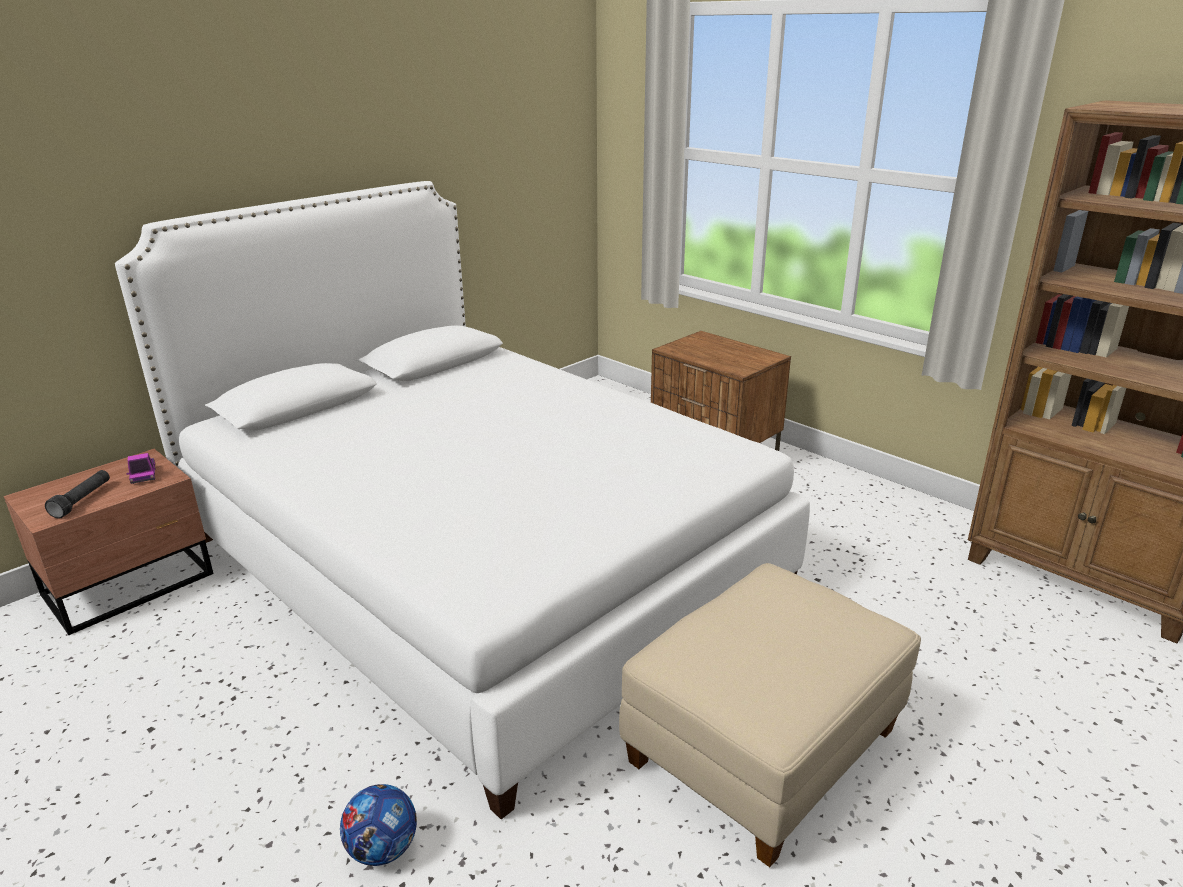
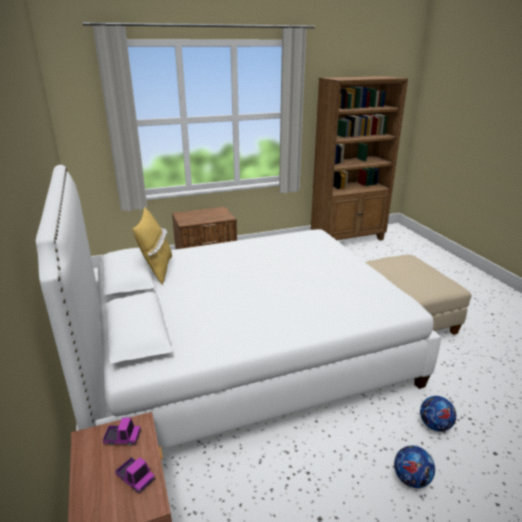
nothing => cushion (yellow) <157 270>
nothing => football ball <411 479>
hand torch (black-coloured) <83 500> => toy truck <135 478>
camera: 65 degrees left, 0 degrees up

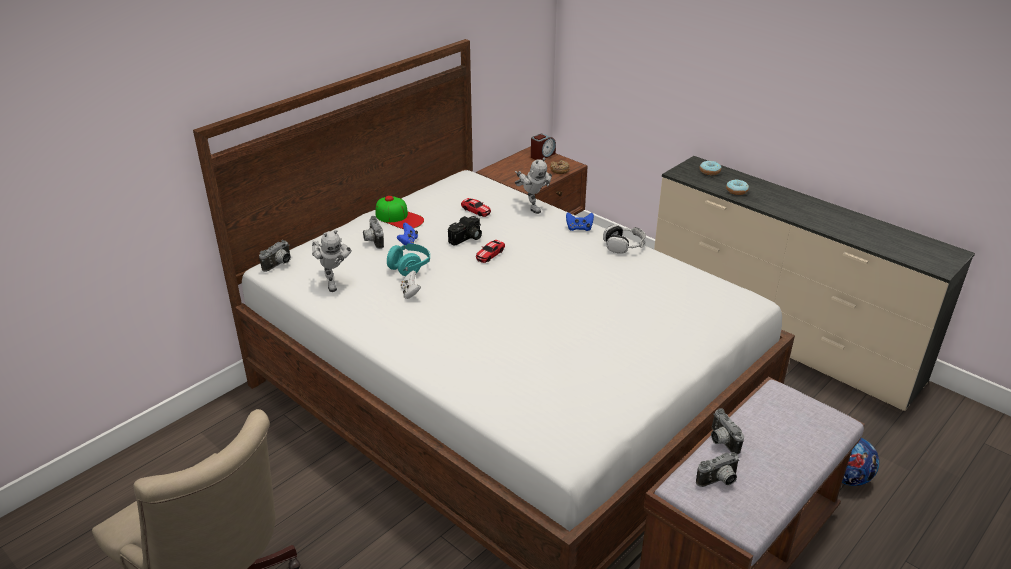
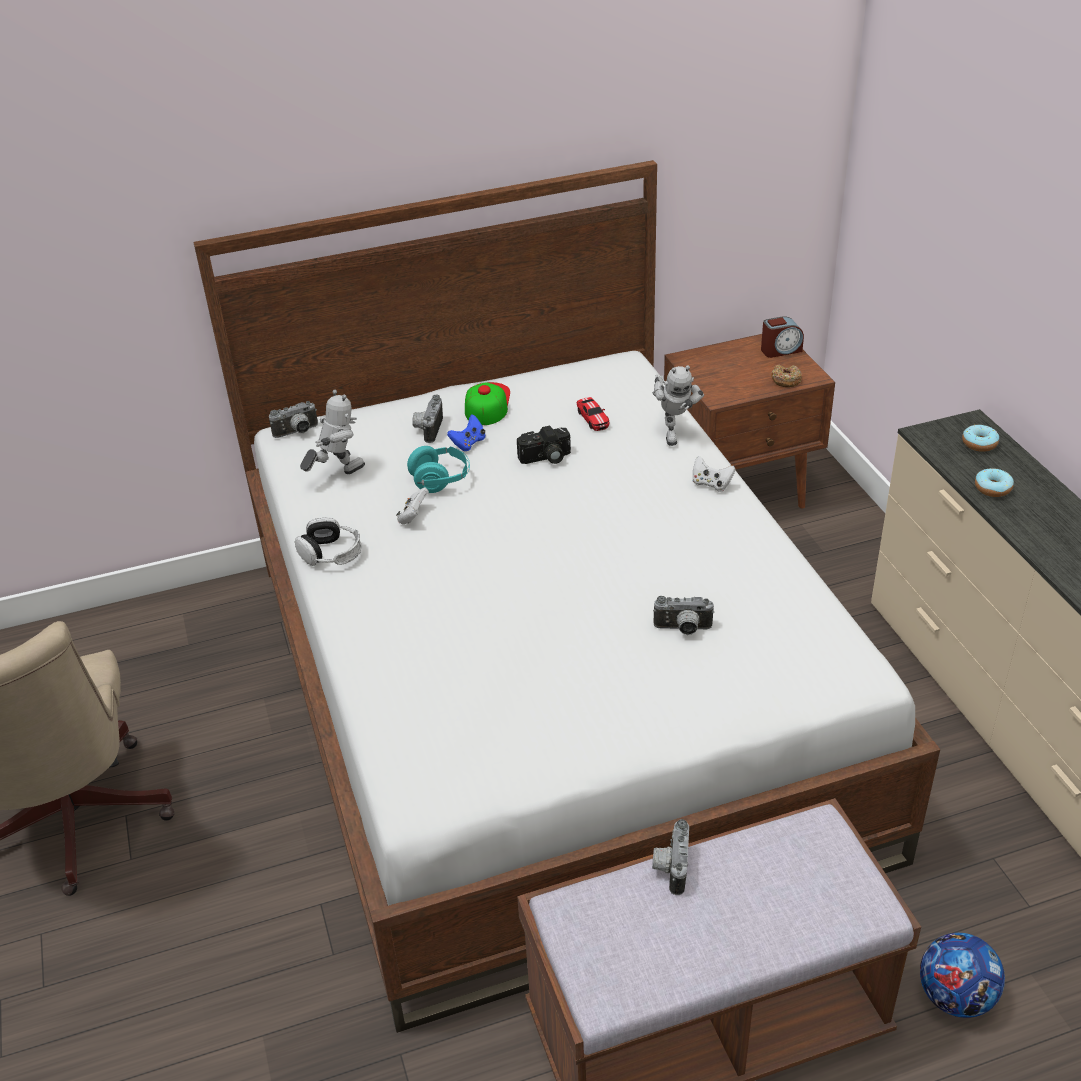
model car <490 254> => nothing
headphones <624 245> => headphones <331 553>, shifted
still camera <719 481> => still camera <683 630>, shifted
joypad (blue) <579 228> => joypad (white) <711 484>
toy robot <333 282> => toy robot <337 474>, 135 degrees counterclockwise
baseball cap <399 217> => baseball cap <486 403>, 150 degrees counterclockwise
camera: 30 degrees right, 5 degrees up

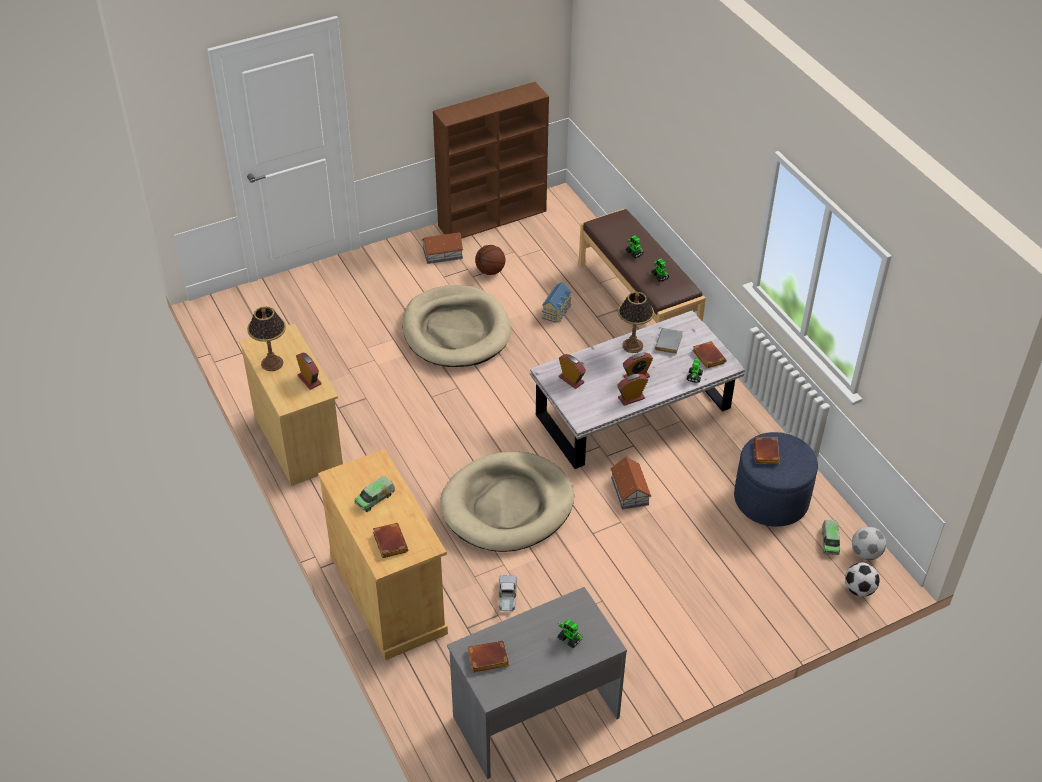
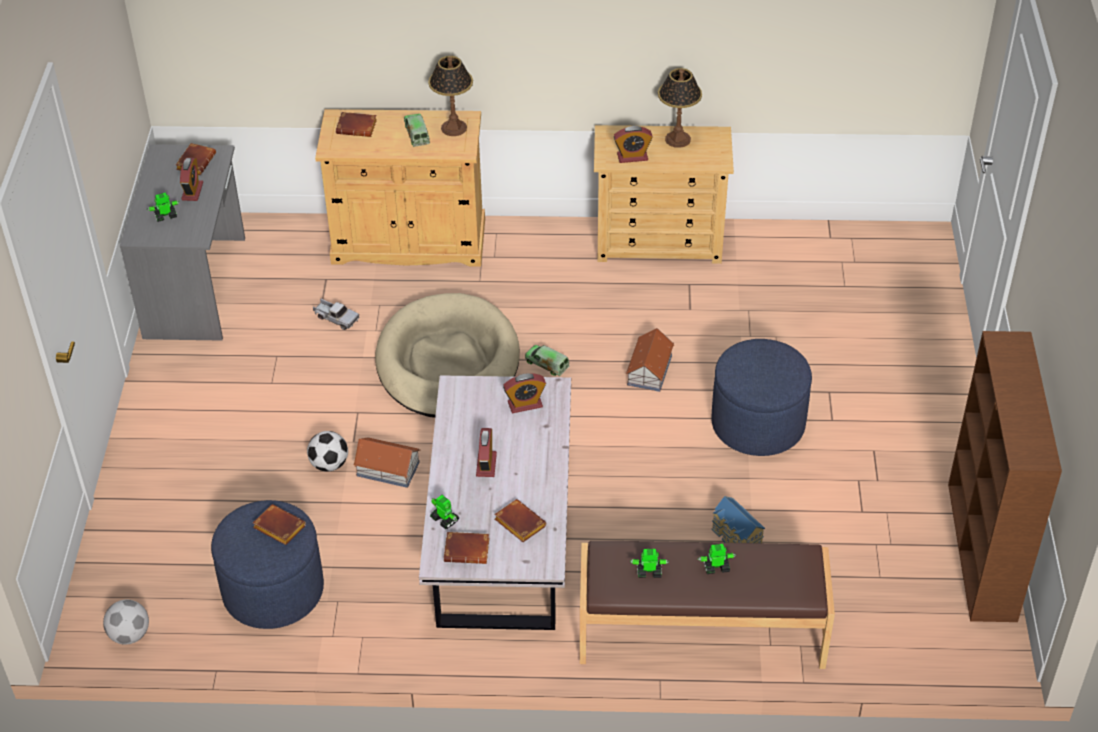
basketball <490 271> => nothing
toy house <443 254> => toy house <649 370>, shifted
bedside clock <631 398> => bedside clock <192 191>, shifted
lamp for a table <633 346> => lamp for a table <453 128>, shifted
toy truck <830 542> => toy truck <547 364>, shifted
football ball <859 589> => football ball <329 464>, shifted
pet bed (beige-coloured) <456 330> => ottoman (blue) <758 423>
bound book (grey) <669 344> => bound book (brown) <518 523>
camera: 120 degrees right, 0 degrees up

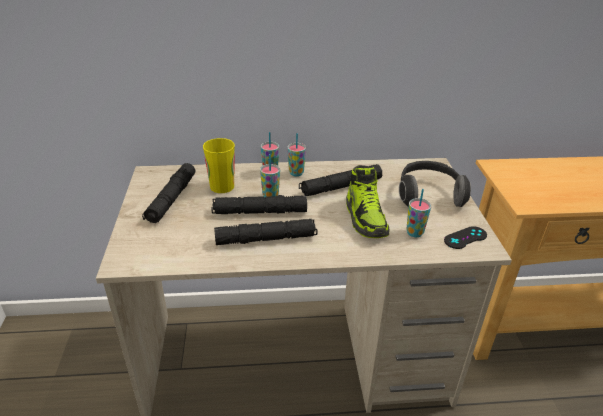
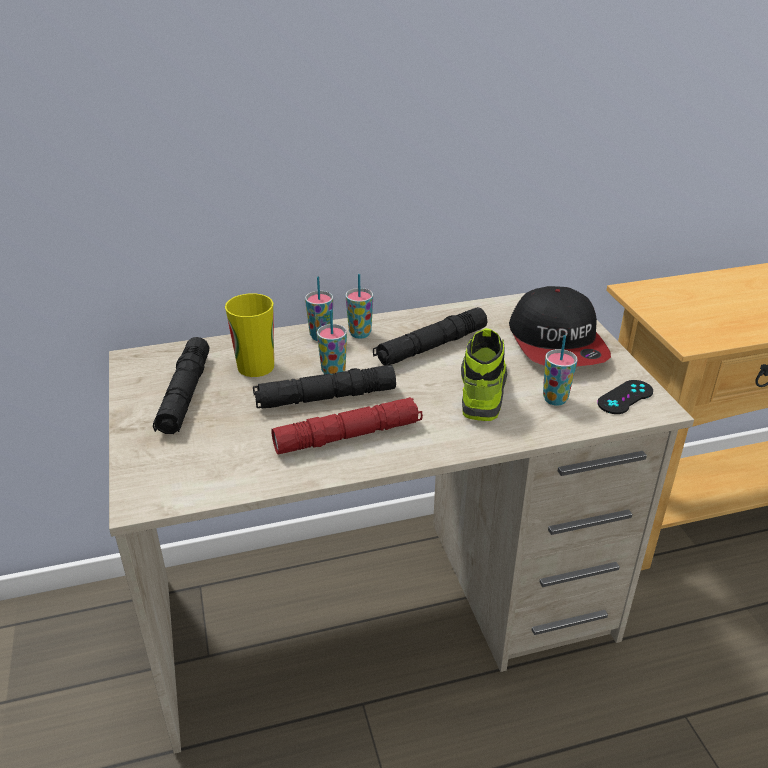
headphones <428 195> => baseball cap <557 343>
hand torch (black-coloured) <266 239> => hand torch (reddish) <348 436>
shoe <365 218> => shoe <481 388>, 150 degrees counterclockwise
camera: 10 degrees left, 0 degrees up

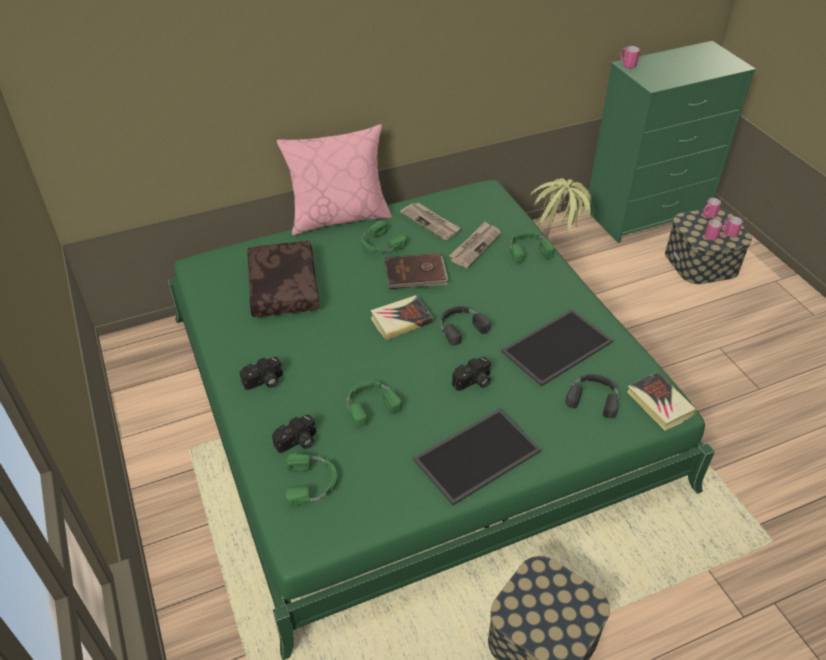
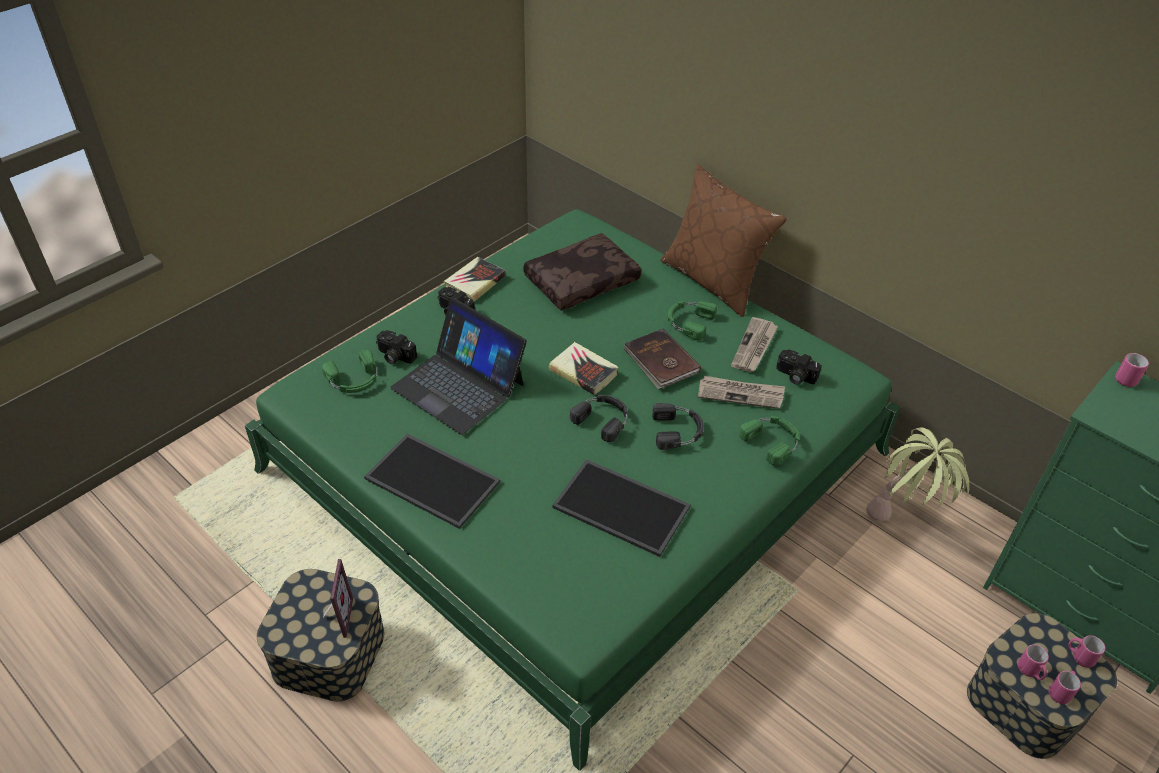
nothing => standing frame <336 617>
still camera <473 382> => still camera <794 376>, shifted
headphones (black-coloured) <593 397> => headphones (black-coloured) <678 430>, shifted
bound book <659 404> => bound book <475 283>, shifted
headphones (green) <370 404> => laptop <459 385>
cushion (pink) <339 217> => cushion (brown) <713 281>
camera: 65 degrees right, 0 degrees up

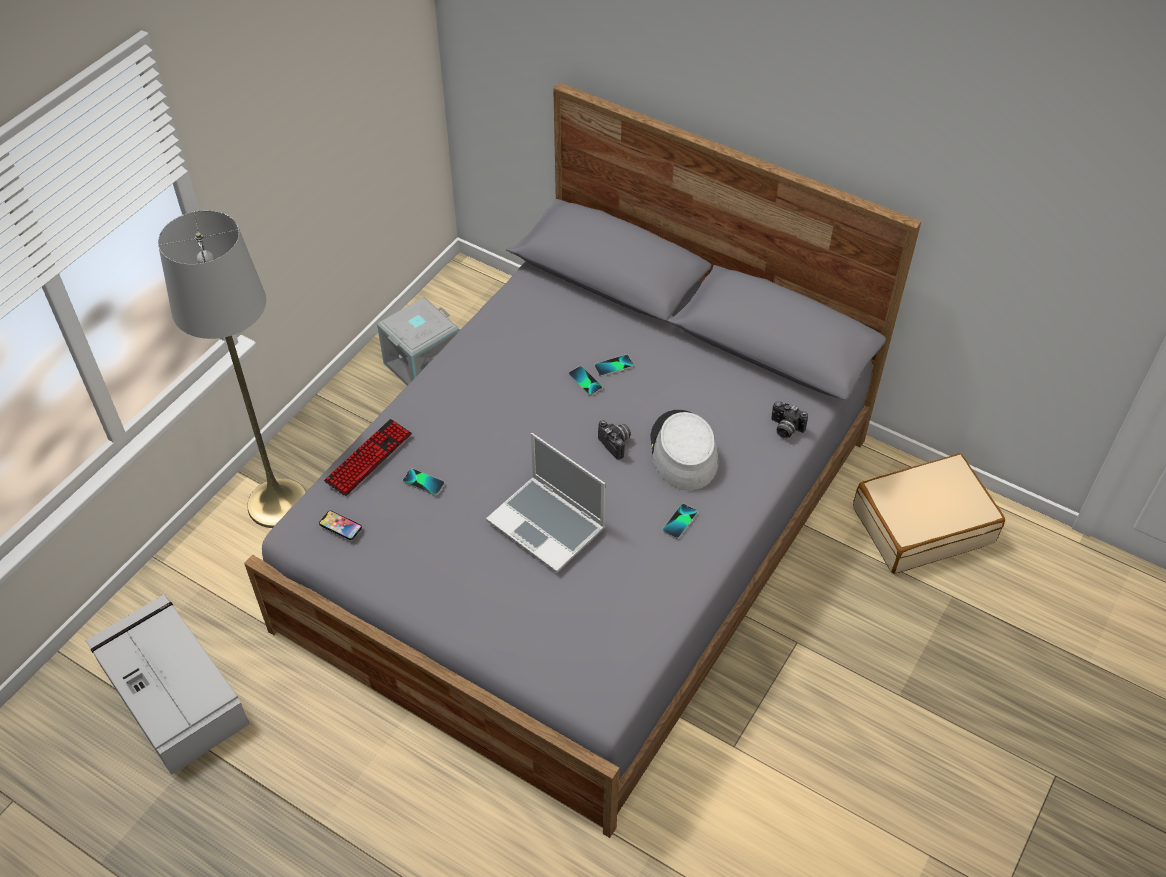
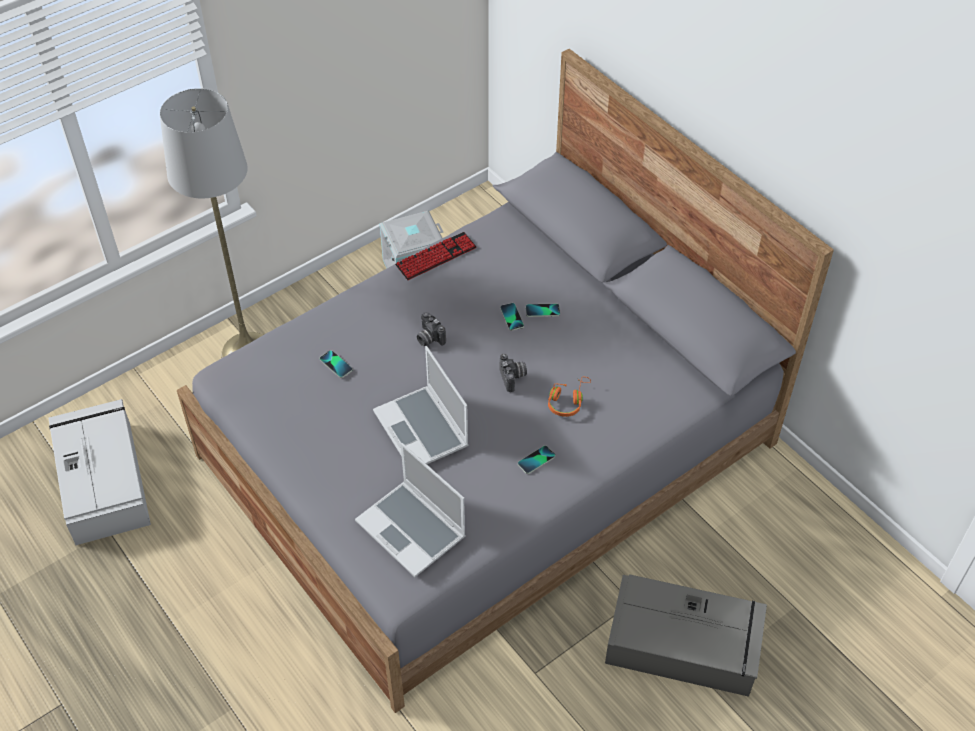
handset <340 526> => nothing
piece of luggage (beige-coloured) <922 524> => nothing
nothing => laptop <413 529>
nothing => storage container (grey) <685 645>
keyboard <368 458> => keyboard <436 257>, shifted
still camera <785 429> => still camera <429 338>, shifted
wearable hat (grey) <683 451> => headphones (orangey) <568 401>
camera: 20 degrees right, 0 degrees up

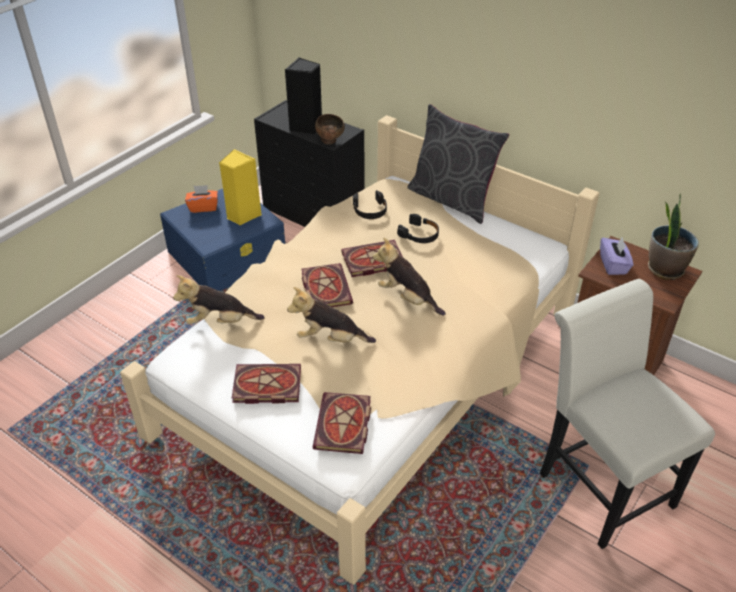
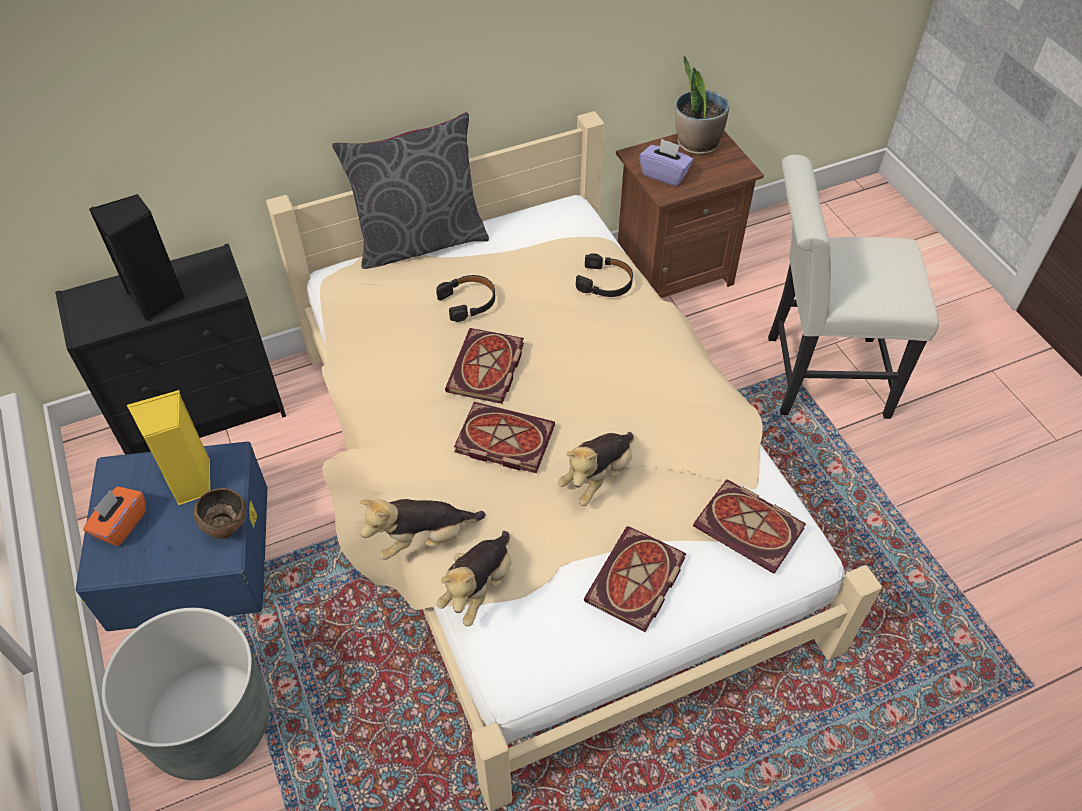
nothing => planter (grey) <211 723>
deep dish (brown) <330 141> => deep dish (brown) <227 527>, shifted
headphones (black-coloured) <370 210> => headphones (black-coloured) <605 282>, shifted
plush toy <407 298> => plush toy <423 539>, shifted
camera: 60 degrees left, 10 degrees up

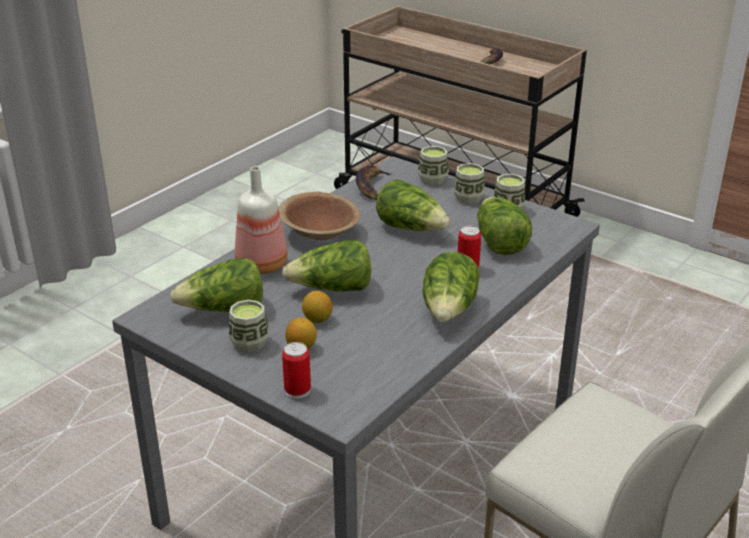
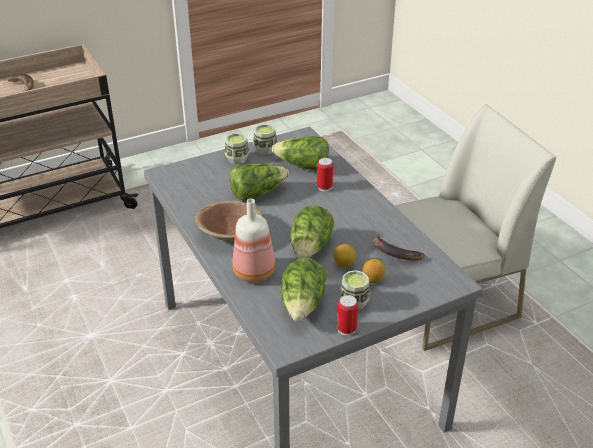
small cup <433 180> => nothing
lettuce <449 310> => nothing
can <297 390> => can <346 329>, shifted
banana fruit <371 186> => banana fruit <395 253>, shifted
camera: 65 degrees left, 5 degrees up

